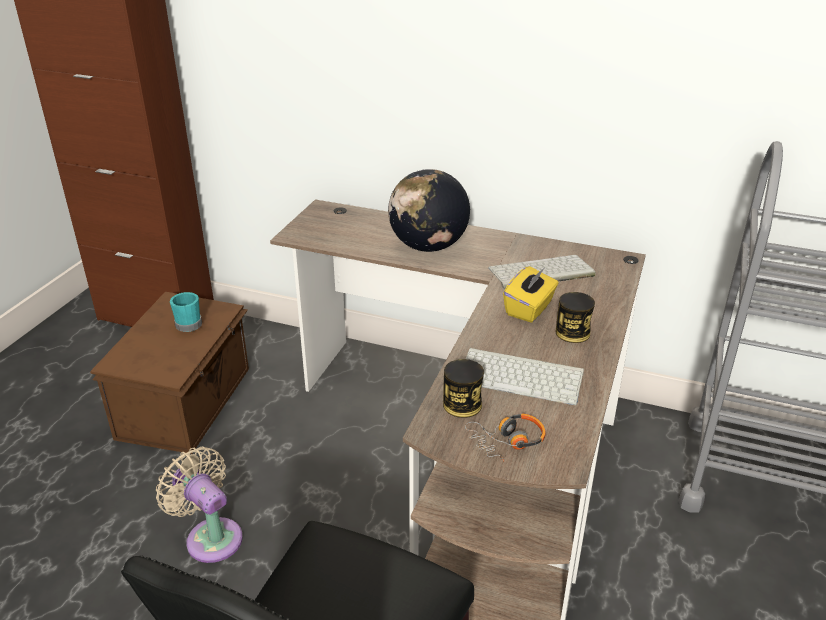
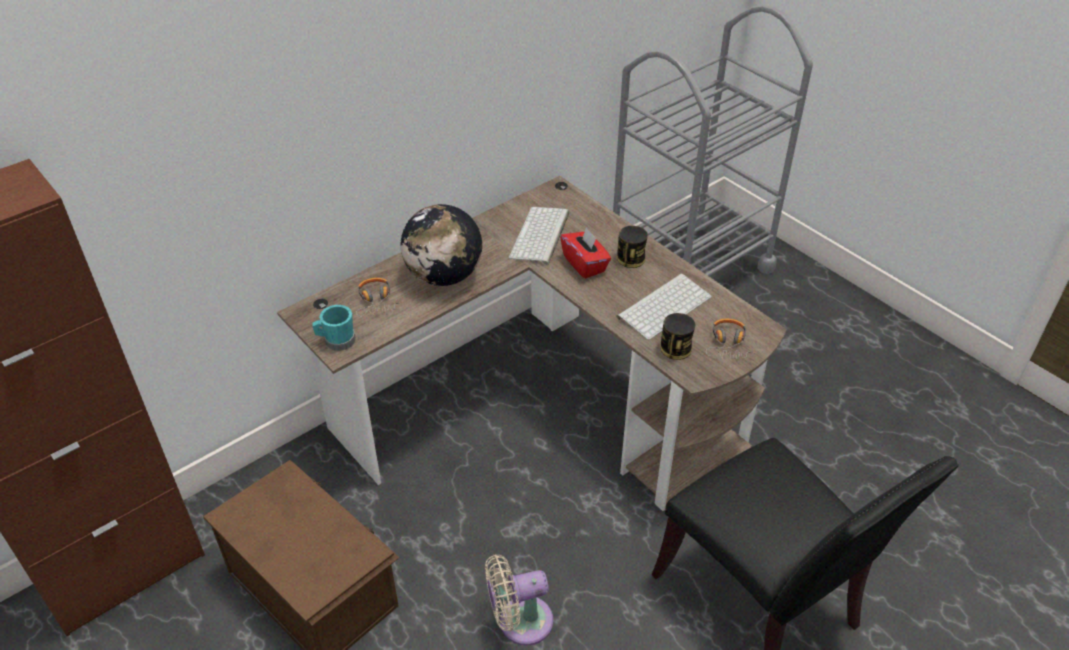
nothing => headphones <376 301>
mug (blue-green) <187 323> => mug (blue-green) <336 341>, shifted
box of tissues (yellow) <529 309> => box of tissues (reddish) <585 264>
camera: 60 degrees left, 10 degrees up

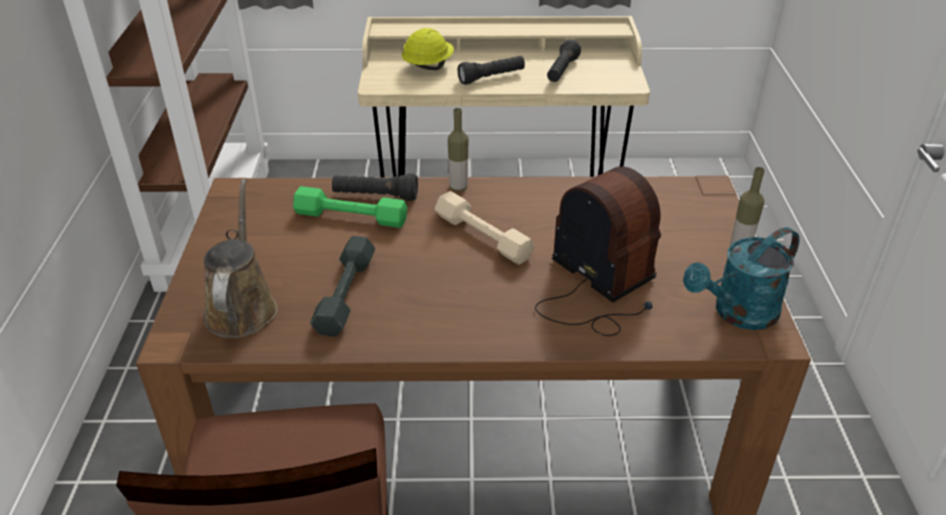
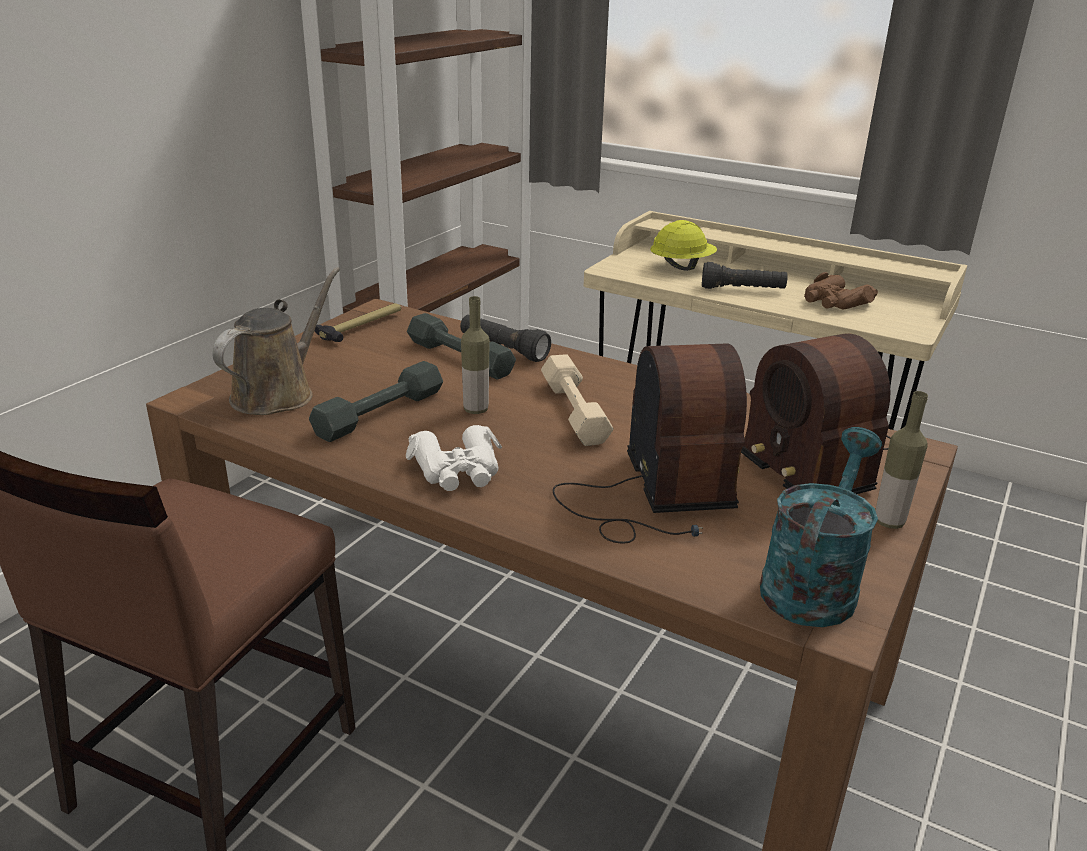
nothing => hammer <361 327>
nothing => field glasses (white) <457 470>
nothing => radio set <814 457>
beverage bottle <458 187> => beverage bottle <476 410>, shifted
hand torch (black-coloured) <562 71> => field glasses (brown) <834 302>
hand weight (green) <351 216> => hand weight (grey) <460 358>
watering can (blue-green) <737 313> => watering can (blue-green) <813 582>, 120 degrees clockwise
camera: 30 degrees right, 10 degrees down

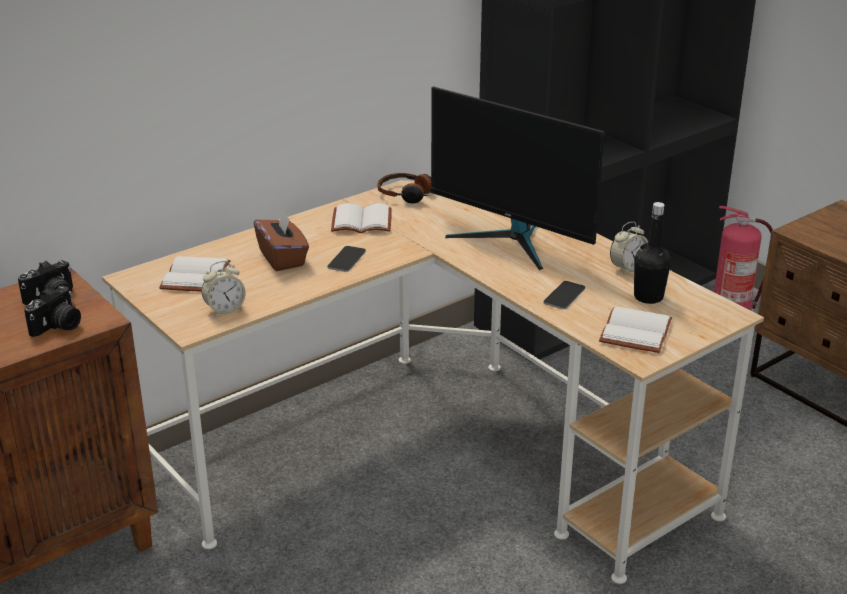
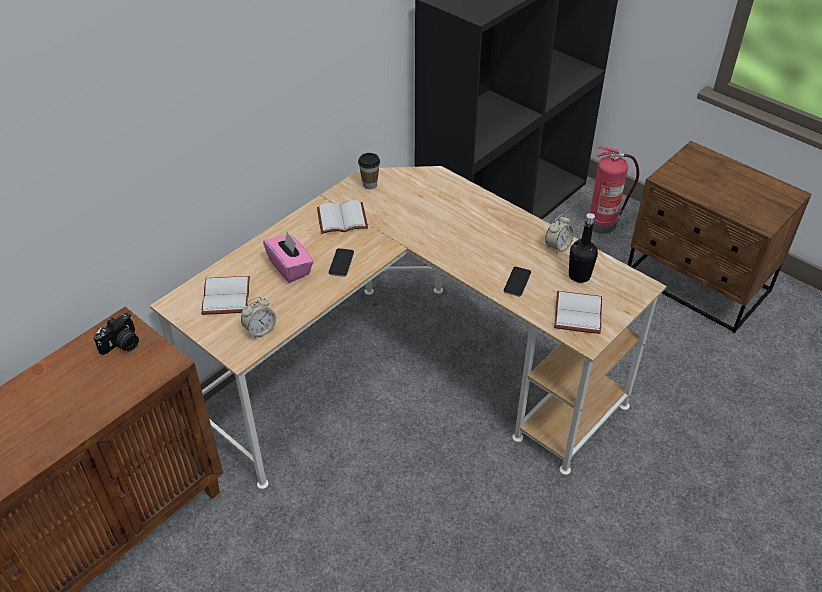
still camera <58 326> => nothing
monitor <512 240> => nothing
headphones <406 195> => small cup <370 185>
box of tissues (brown) <283 258> => box of tissues (pink) <290 267>
camera: 10 degrees left, 15 degrees up

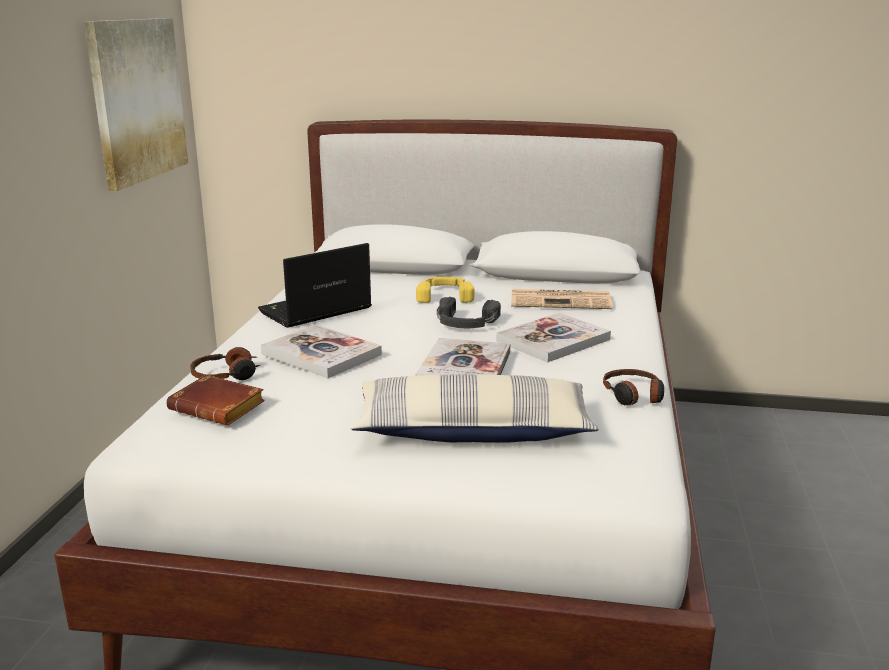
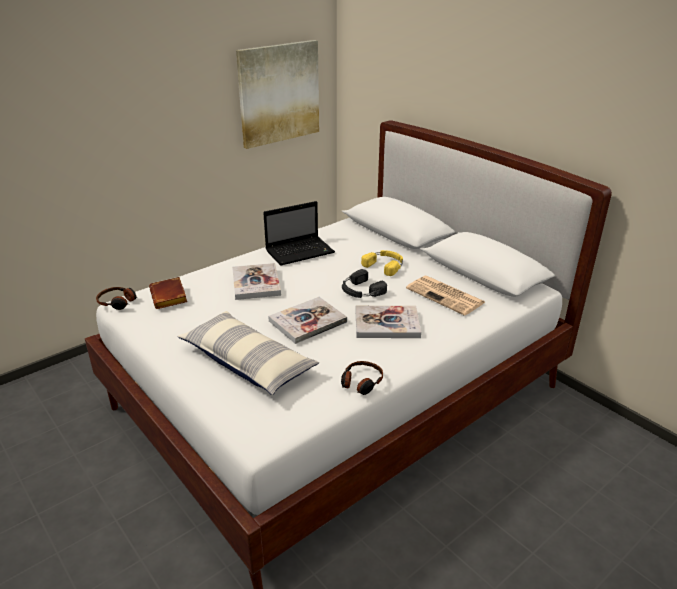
headphones <226 375> => headphones <118 302>, shifted
laptop <314 311> => laptop <301 251>, 150 degrees clockwise
camera: 40 degrees right, 10 degrees up

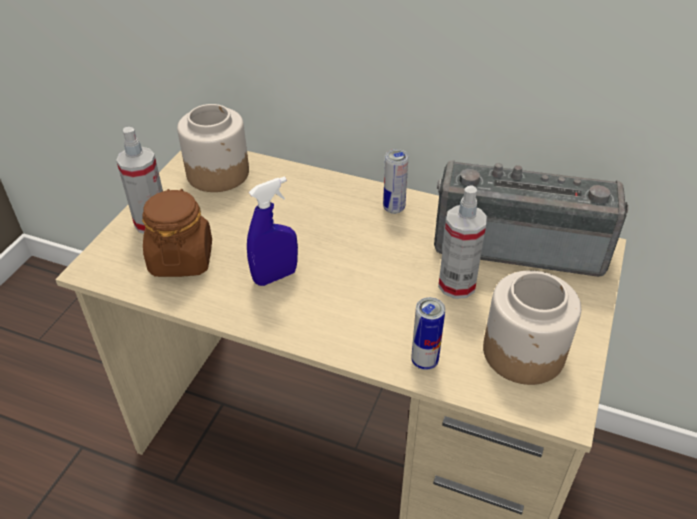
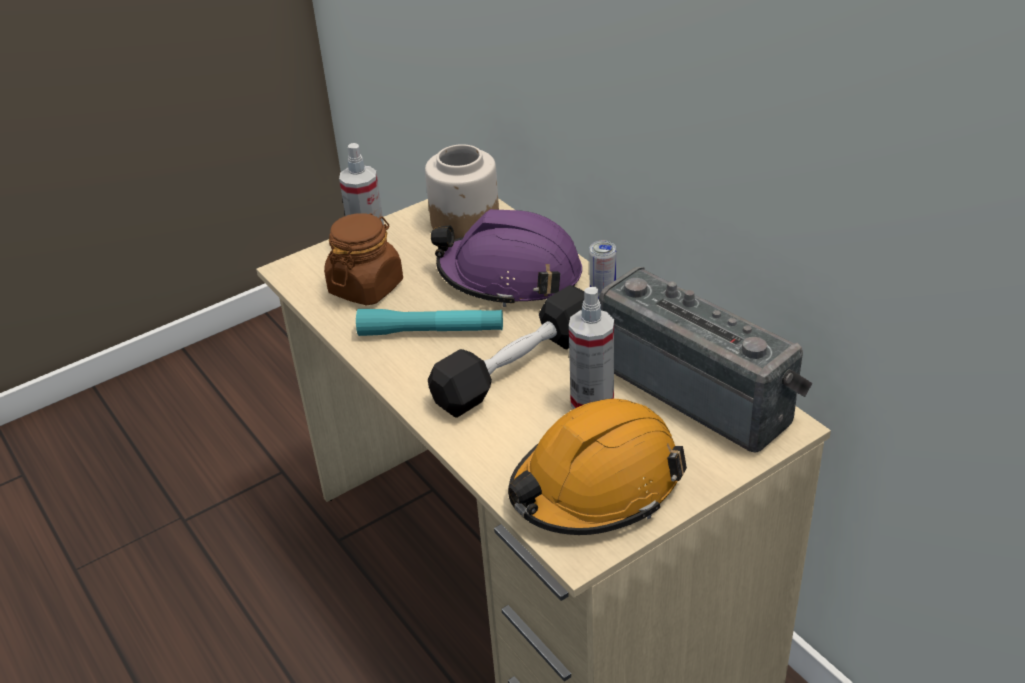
can <424 361> => nothing
nothing => hand weight (black-coloured) <517 368>
nothing => hard hat (purple-coloured) <510 277>
sprayer (blue) <275 276> => hand torch (blue-green) <431 331>
jar <524 352> => hard hat (orangey) <595 486>
camera: 35 degrees right, 5 degrees down

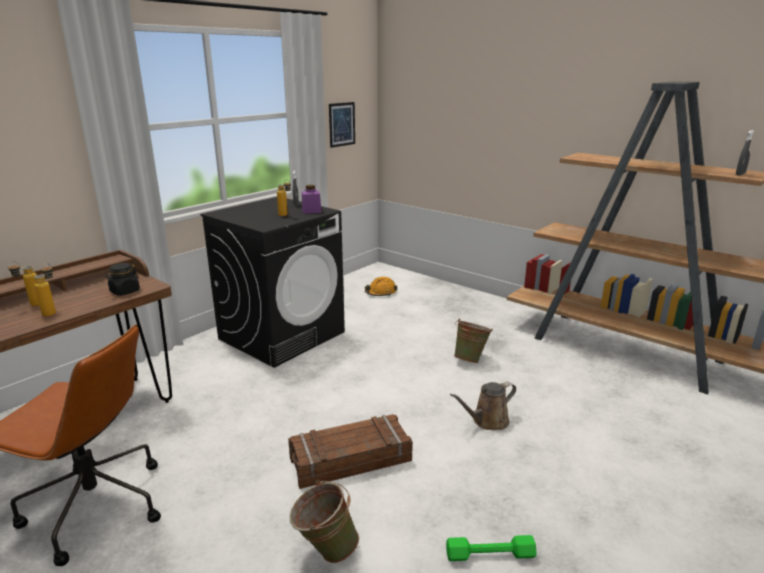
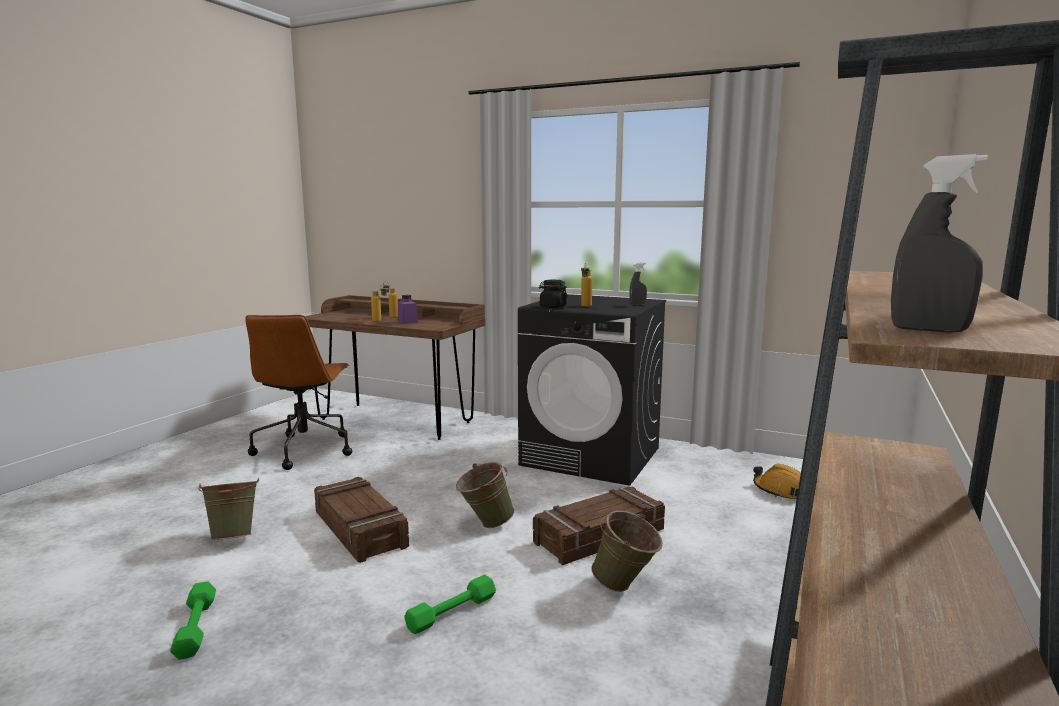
wall picture <342 124> => nothing
nothing => water bucket (green) <485 524>
nothing => packing crate <600 536>
jar (black-coloured) <124 291> => jar (black-coloured) <552 306>, shifted
jar (purple-coloured) <311 211> => jar (purple-coloured) <407 322>, shifted
watering can (brown) <487 421> => hand weight (green) <452 612>
camera: 75 degrees right, 10 degrees down

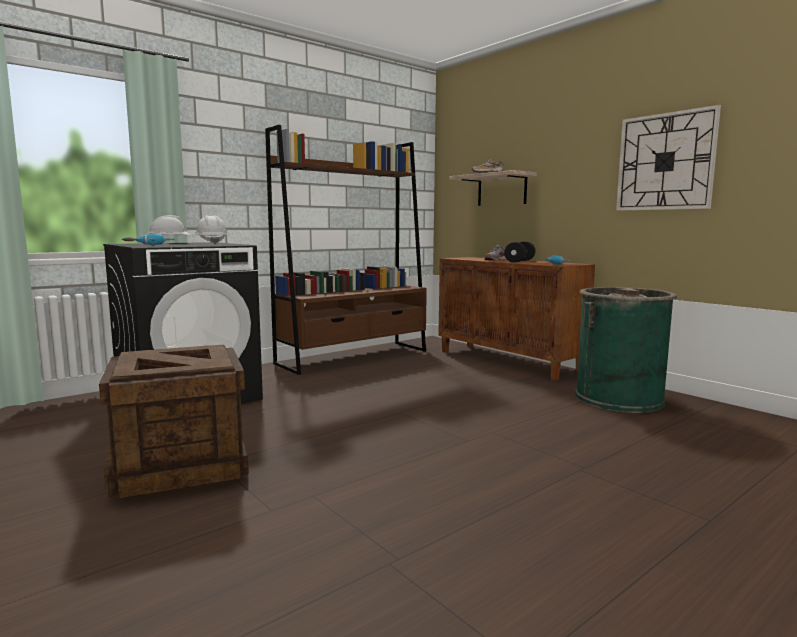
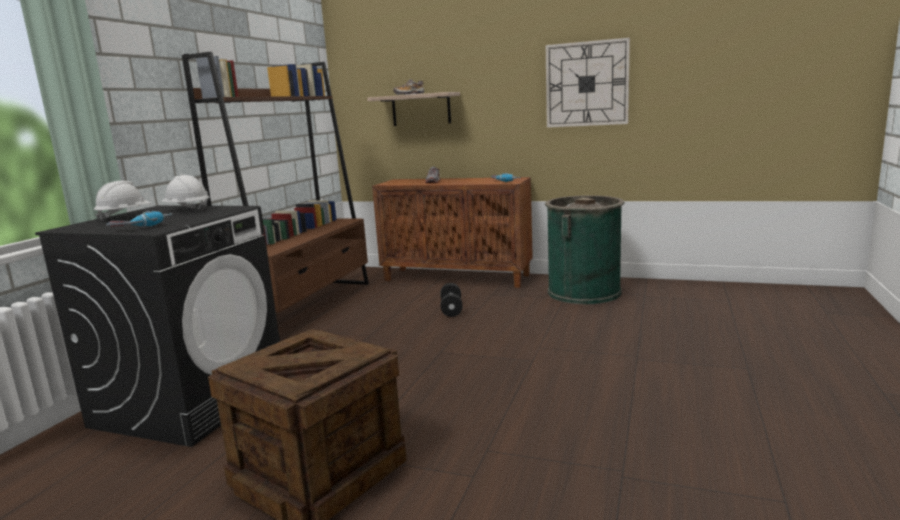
hand weight (black-coloured) <519 261> => hand weight (black-coloured) <451 309>, shifted
camera: 30 degrees left, 5 degrees up

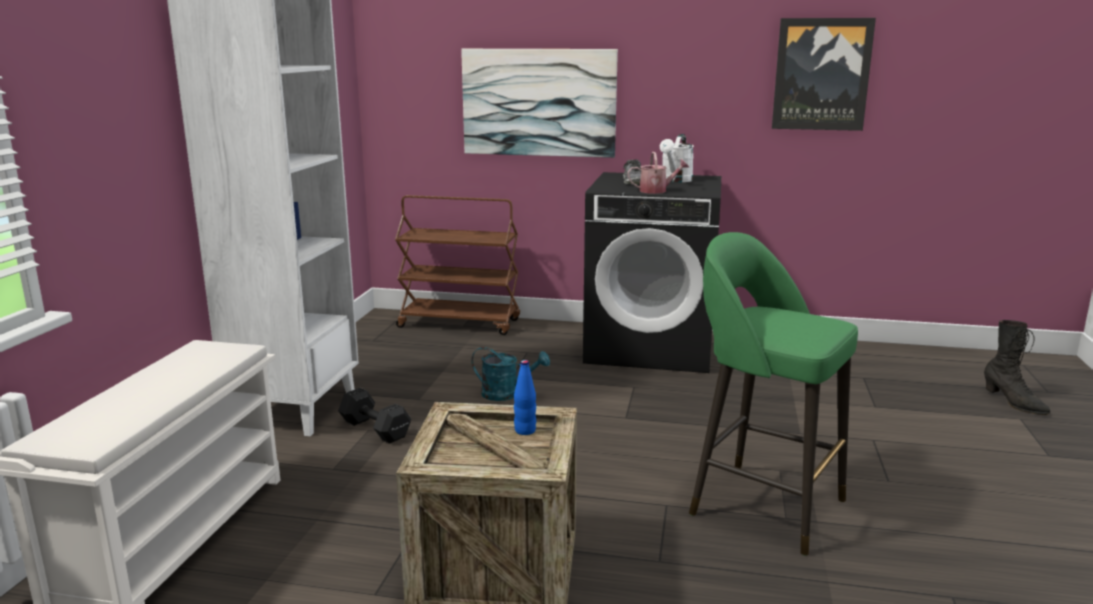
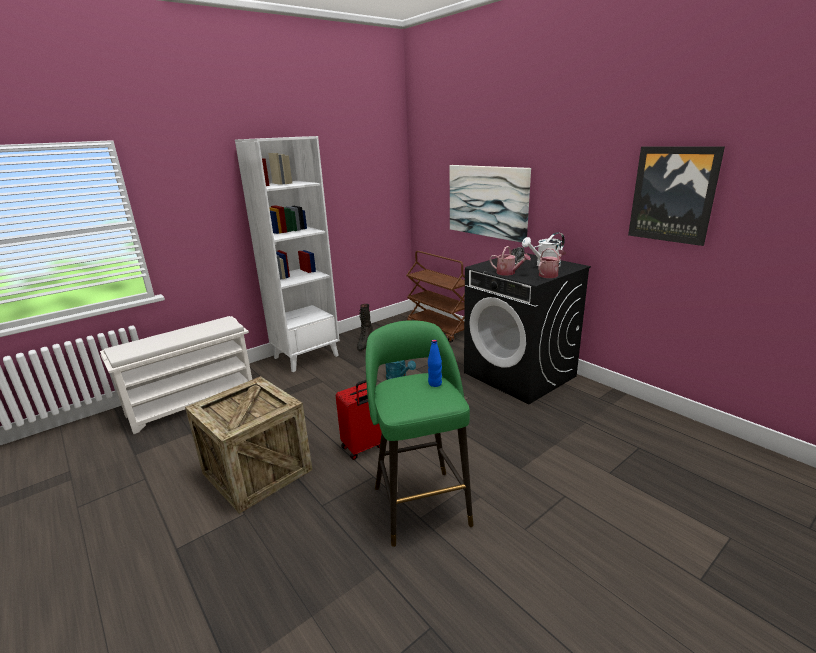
hand weight (black-coloured) <374 428> => nothing
nothing => piece of luggage (reddish) <364 447>
nothing => watering can <550 274>
beverage bottle (blue) <525 431> => beverage bottle (blue) <435 384>, shifted
tall boot (black-coloured) <1013 403> => tall boot (black-coloured) <364 344>, shifted
camera: 40 degrees right, 5 degrees up

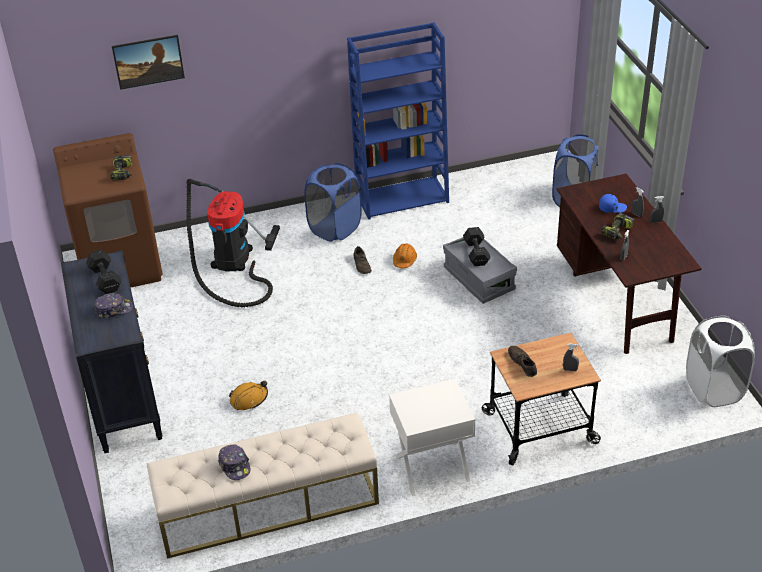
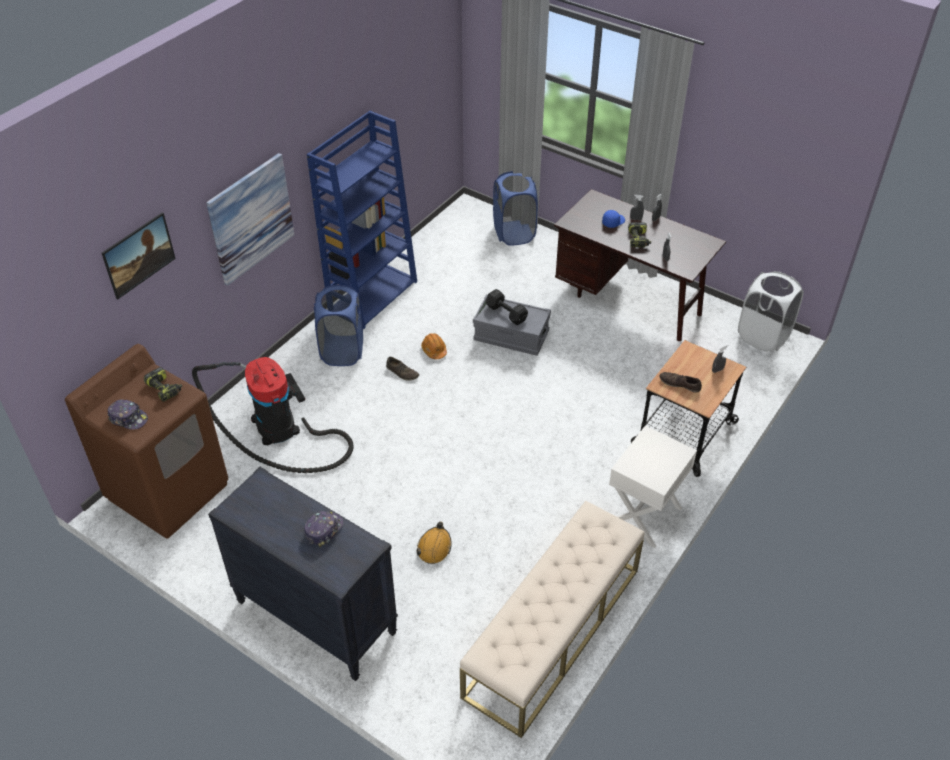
hand weight (black-coloured) <105 280> => nothing
nothing => wall picture <251 218>
baseball cap <235 466> => baseball cap <128 418>, shifted
camera: 40 degrees left, 5 degrees up

